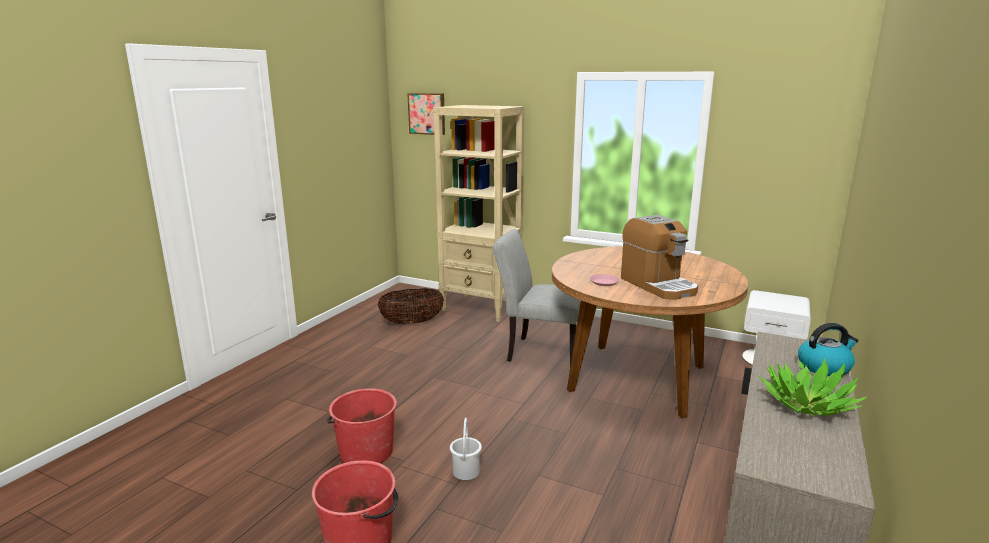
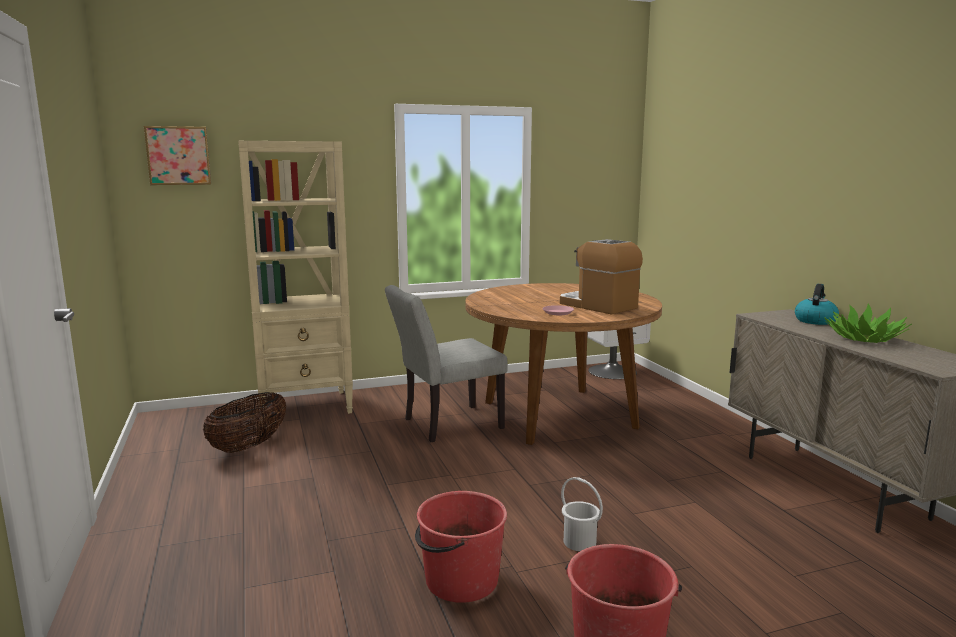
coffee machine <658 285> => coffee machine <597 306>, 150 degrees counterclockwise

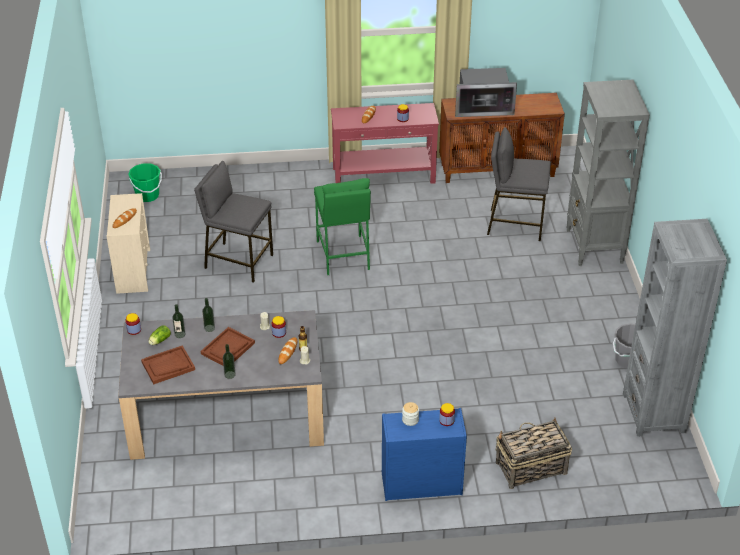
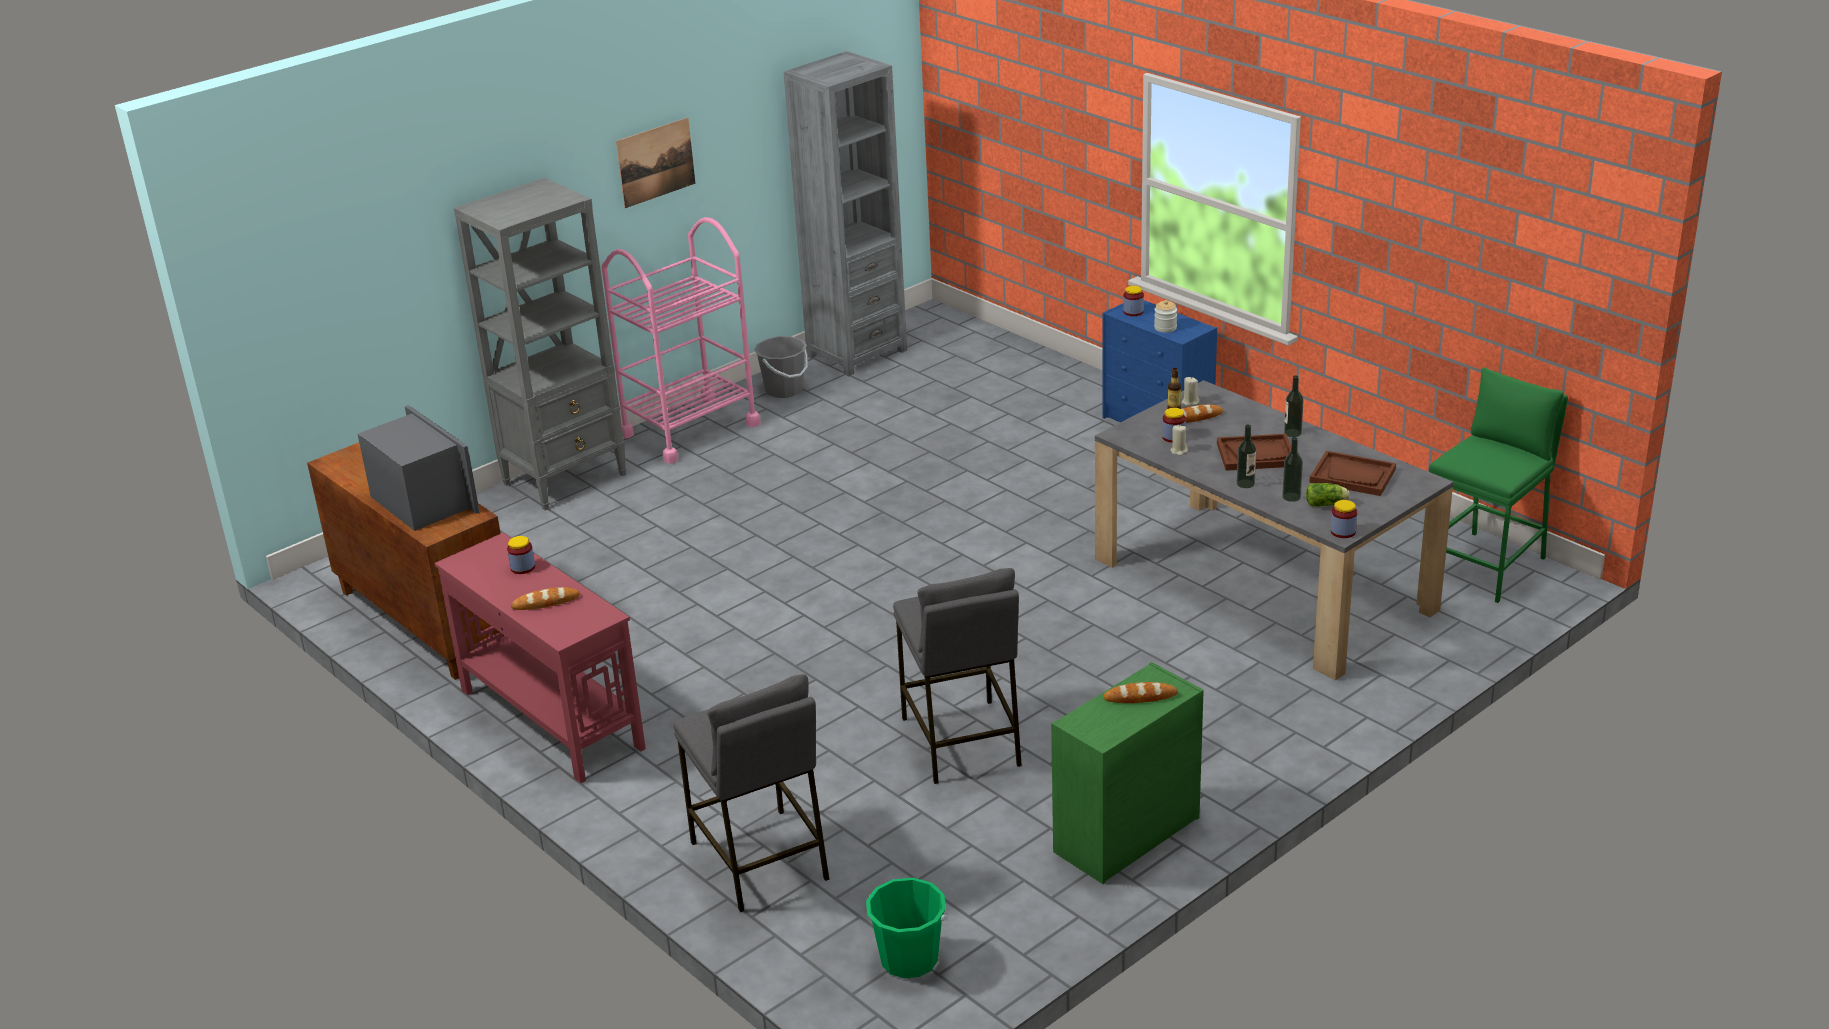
nothing => cart (pink) <690 429>
nothing => picture <656 162>
stool (grey) <515 224> => stool (grey) <759 861>, shifted
dresser (beige) <133 270> => dresser (green) <1125 836>
stool (green) <343 255> => stool (green) <1485 566>, shifted
basket <530 468> => nothing

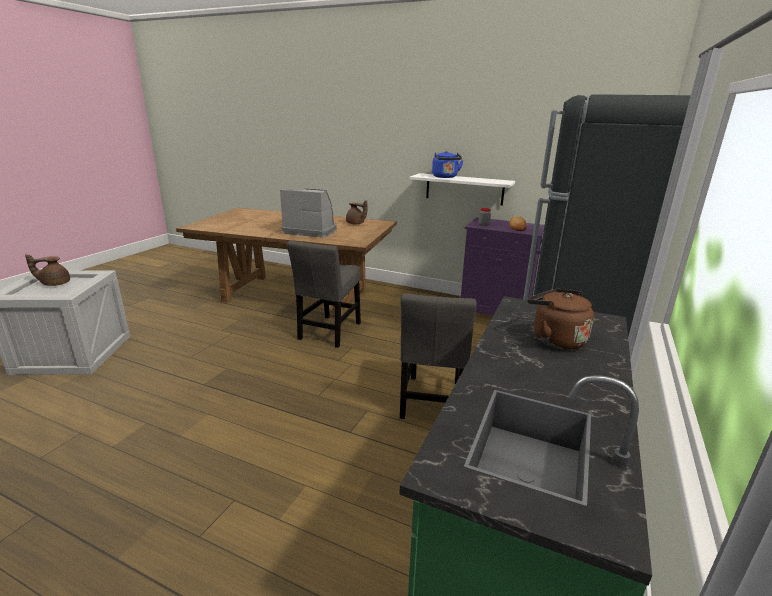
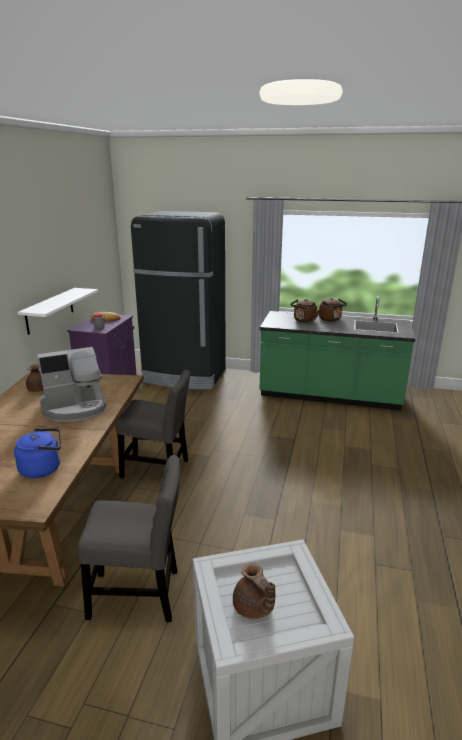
kettle (blue) <445 177> => kettle (blue) <43 468>, shifted
coffee machine <311 231> => coffee machine <75 408>, 120 degrees counterclockwise
chair (grey) <432 402> => chair (grey) <139 595>, shifted
nothing => kettle (brown) <331 319>

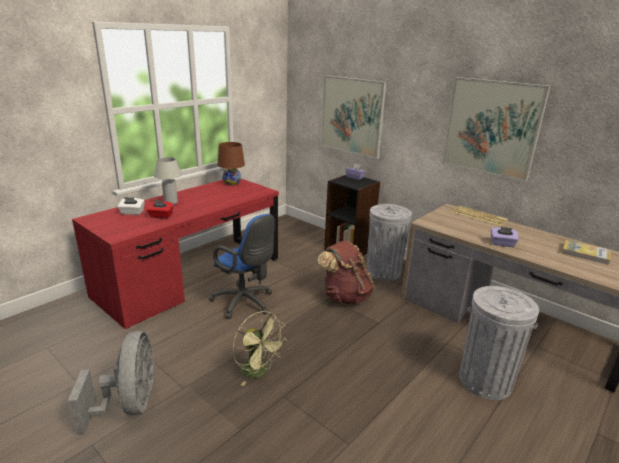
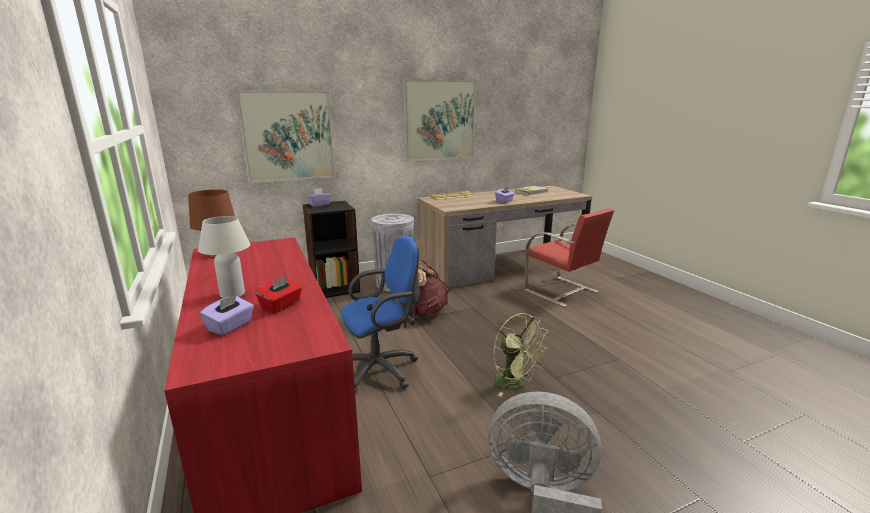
tissue box (white) <132 213> => tissue box (purple) <230 326>
fan (green) <258 372> => fan (green) <515 384>, 75 degrees clockwise
trash can (grey) <485 381> => chair (red) <562 292>

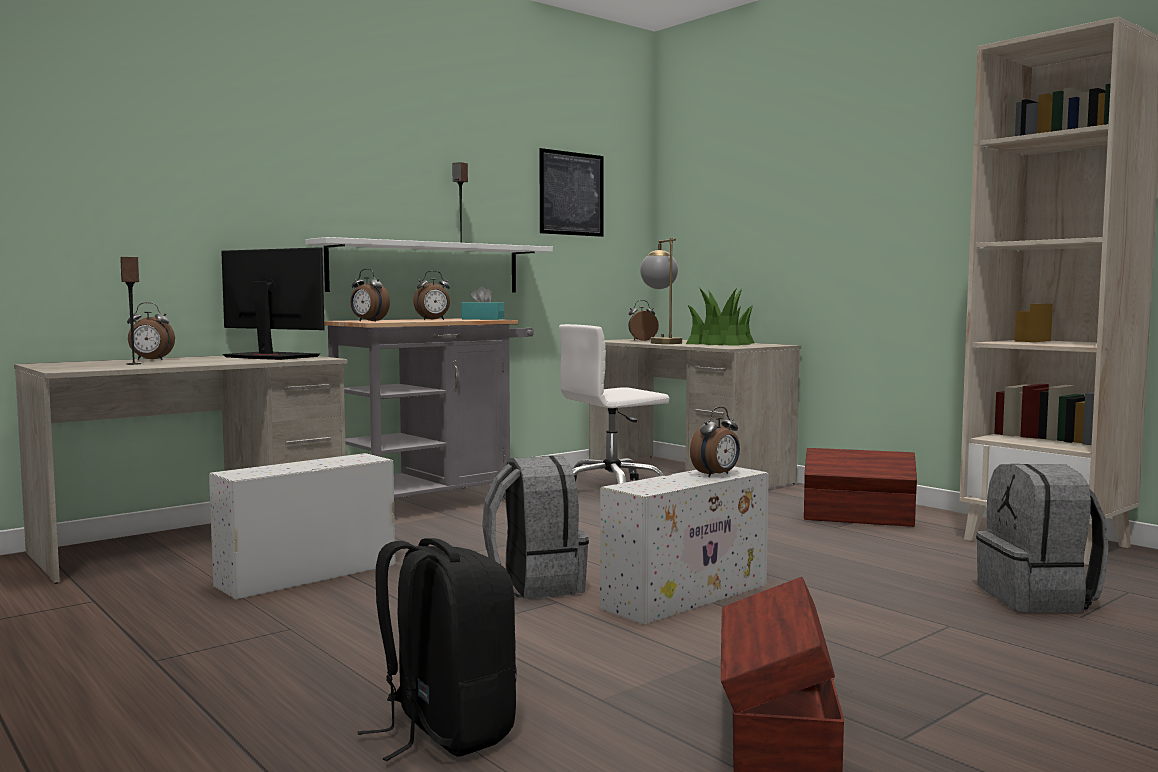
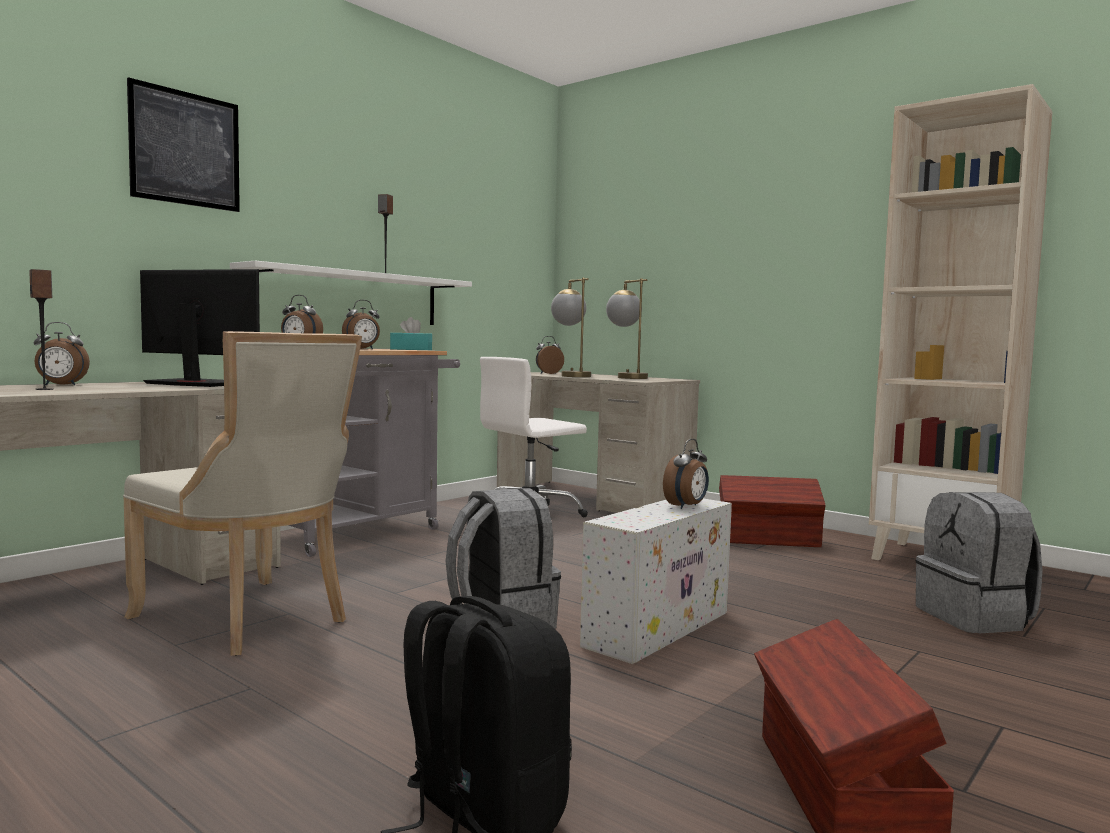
storage box (white) <305 575> => chair (beige) <249 619>
picture <571 193> => picture <185 148>, shifted
potted plant <720 343> => table lamp <626 377>

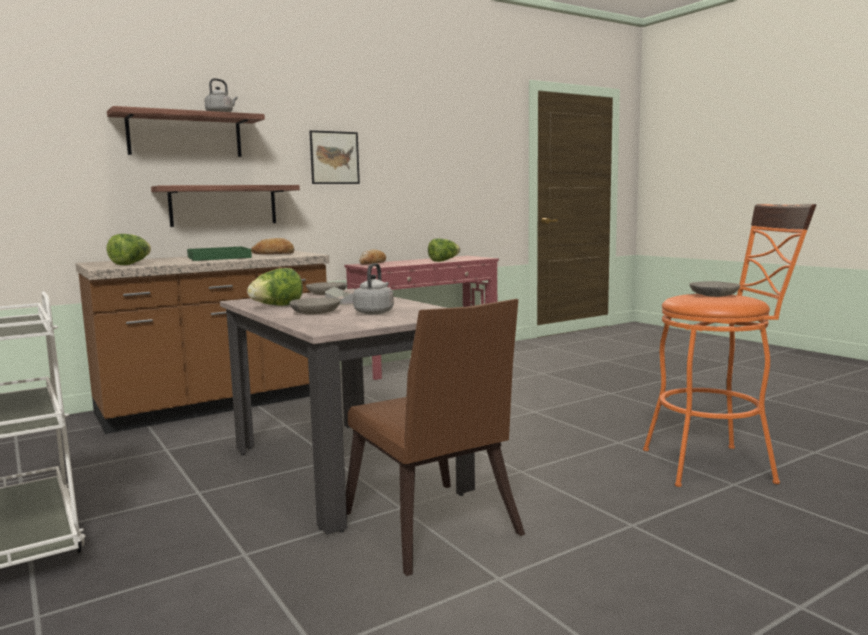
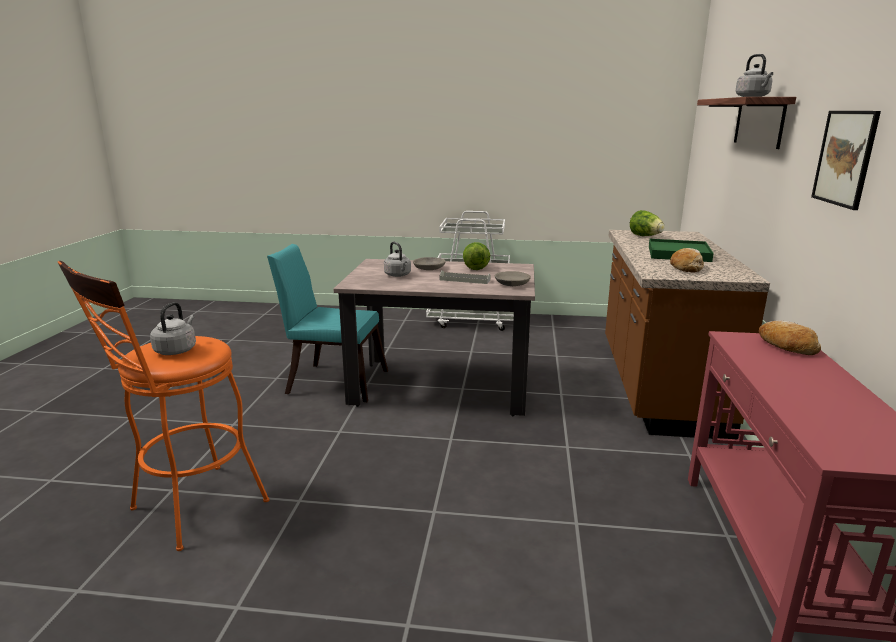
bowl (grey) <713 295> => kettle (grey) <177 350>
chair (brown) <433 530> => chair (turquoise) <332 381>
shelf <223 205> => nothing
lettuce <443 261> => nothing

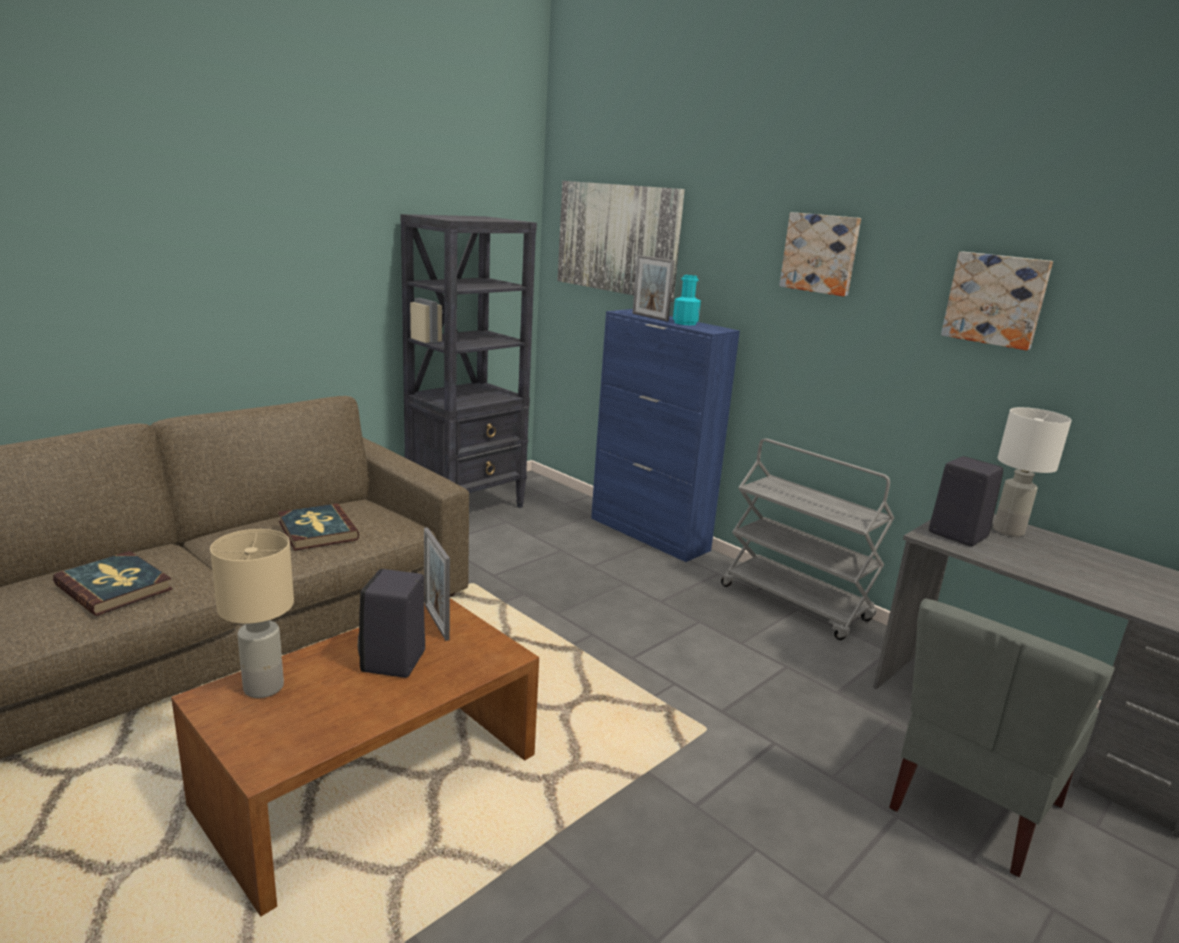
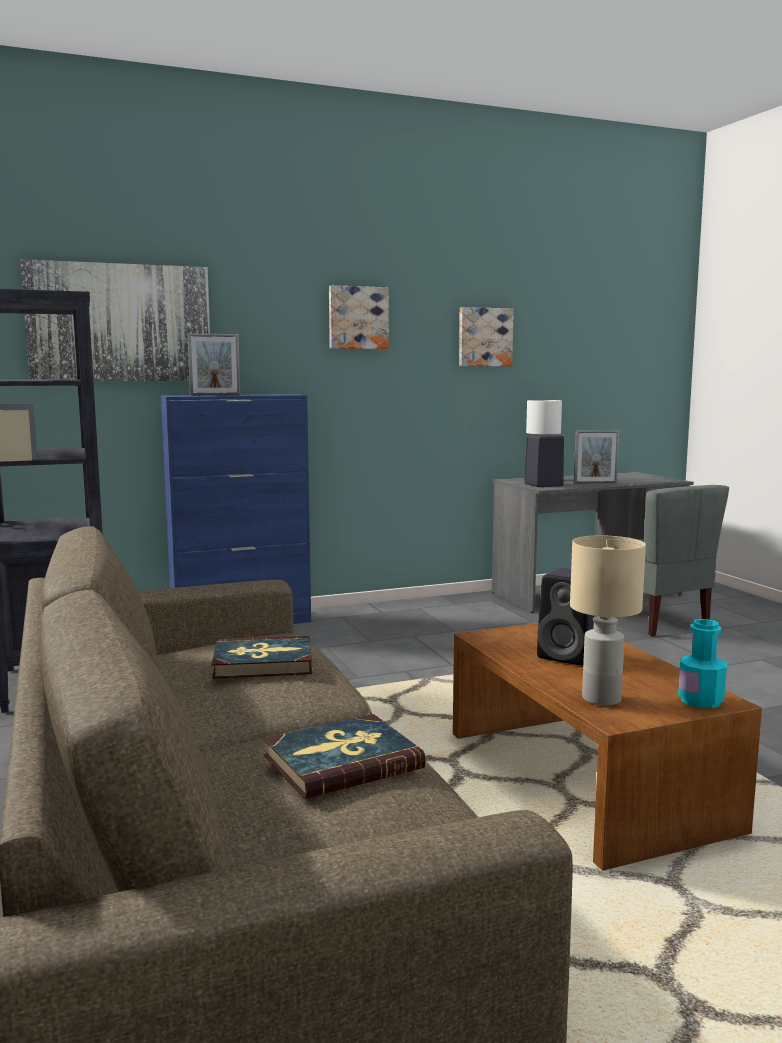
picture frame <436 622> => picture frame <595 483>, shifted
bottle (turquoise) <685 323> => bottle (turquoise) <700 701>, shifted
cart (grey) <796 603> => nothing

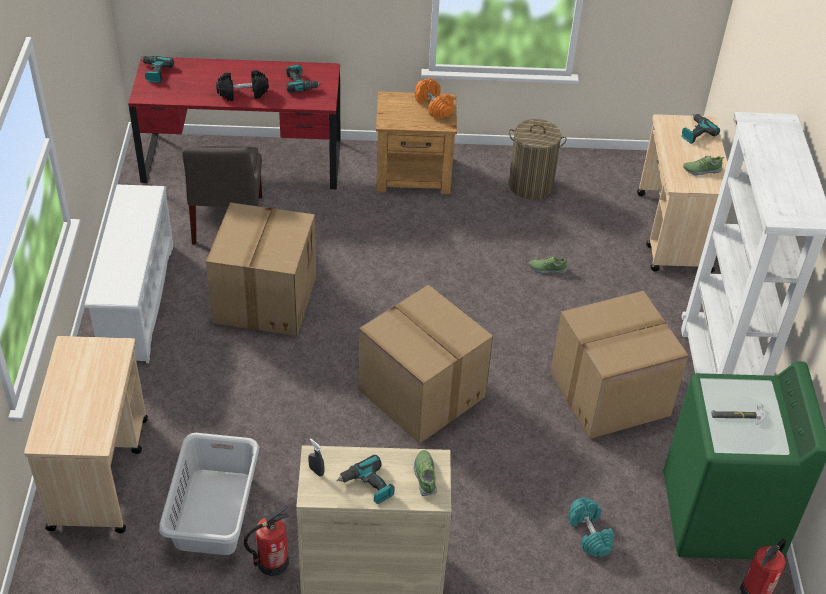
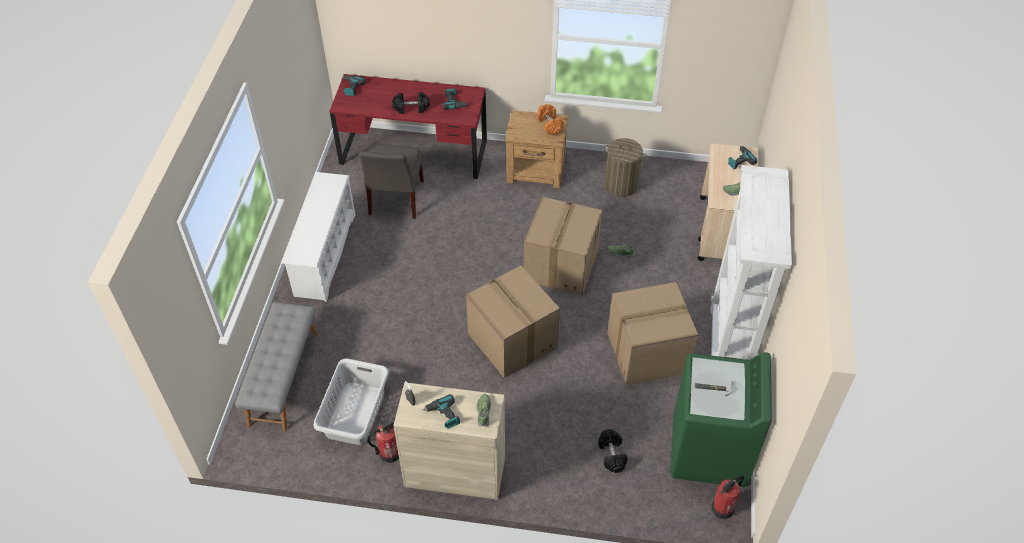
cart (beige) <100 472> => bench (grey) <283 378>
cardboard box <264 298> => cardboard box <560 264>, shifted
dumbbell (turquoise) <589 534> => dumbbell (black) <612 455>

